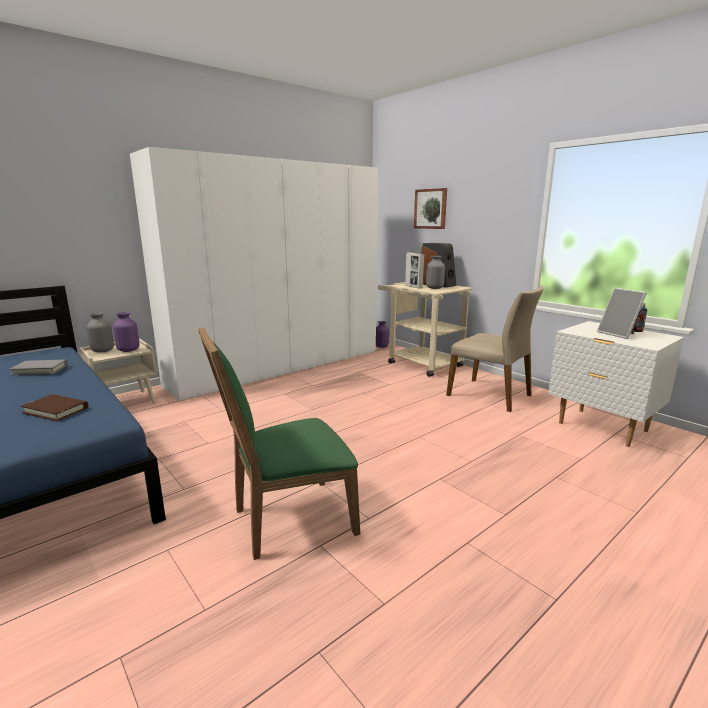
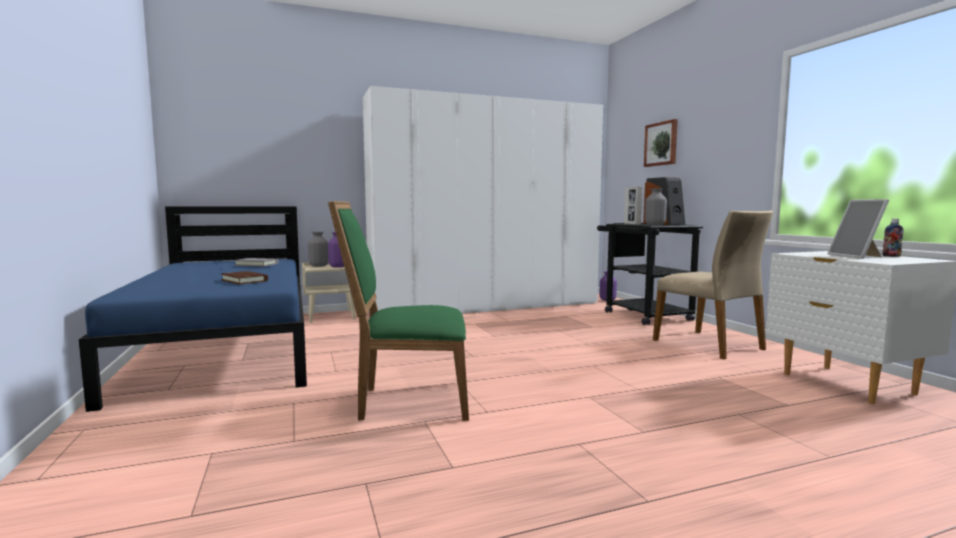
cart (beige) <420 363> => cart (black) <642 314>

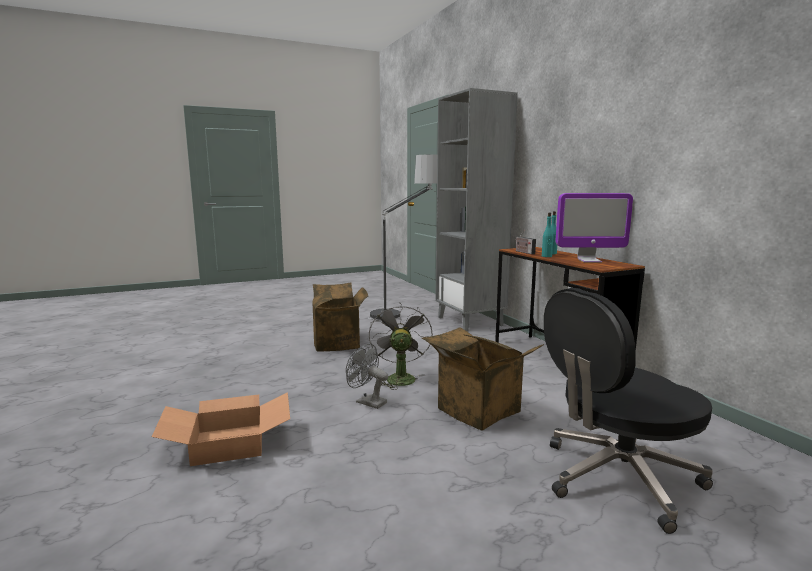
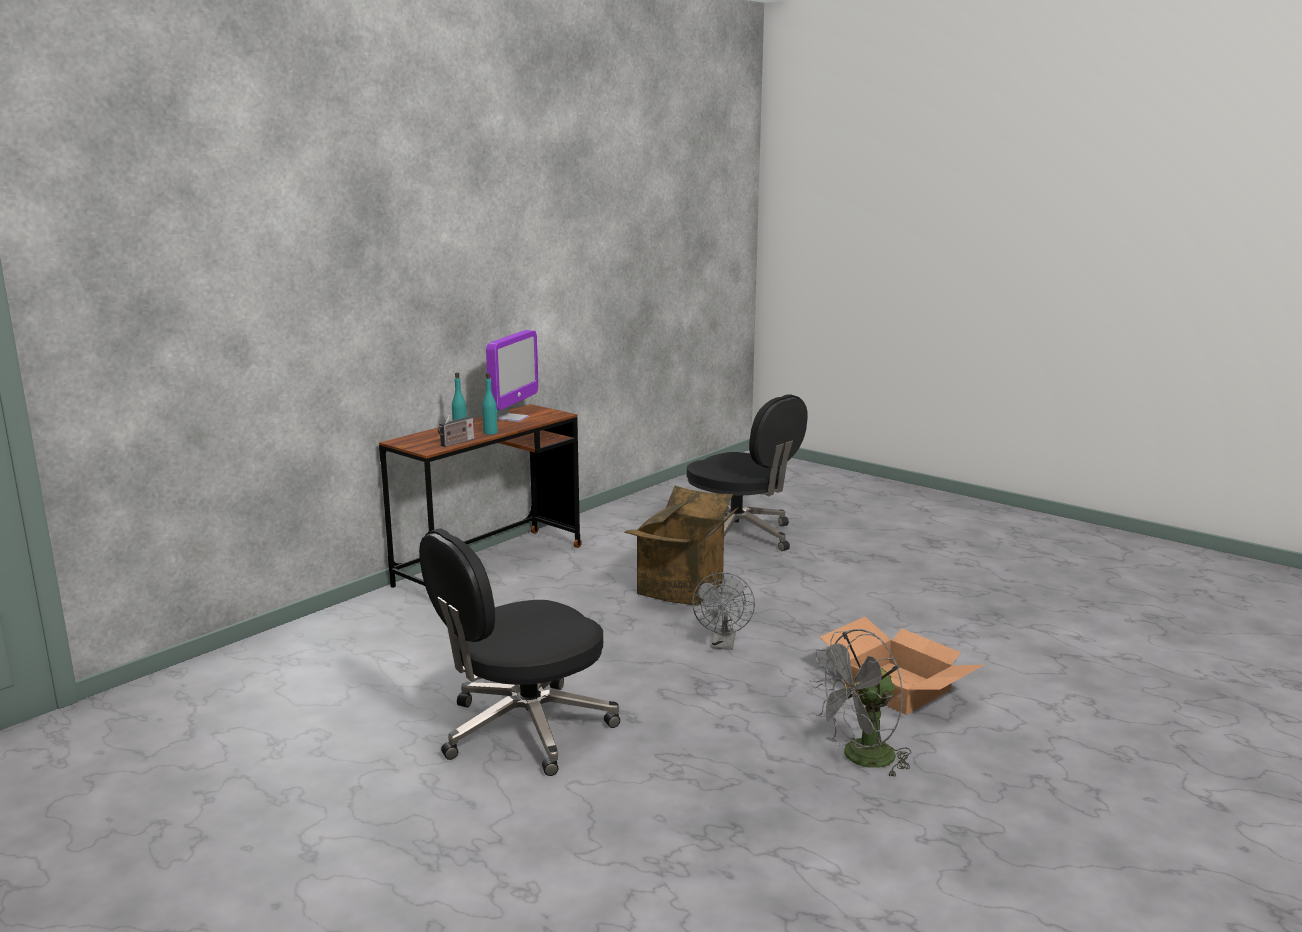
cardboard box <339 343> => office chair (black) <523 729>
monitor <589 261> => monitor <513 418>, 45 degrees clockwise
fan (grey) <399 377> => fan (grey) <861 759>, shifted
floor lamp <406 313> => nothing
bookcase (grey) <470 321> => nothing

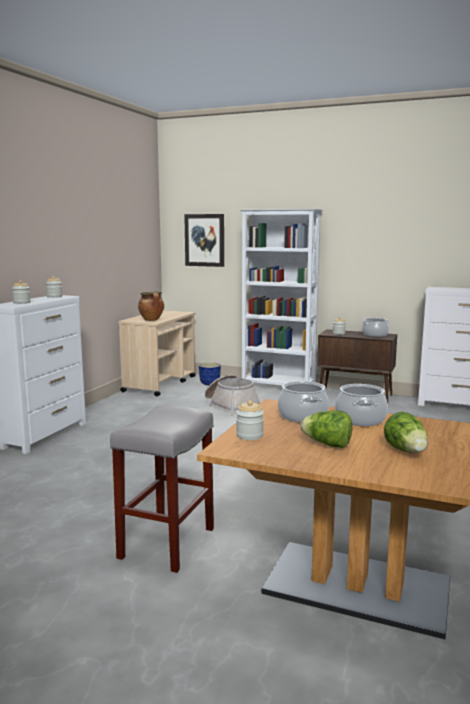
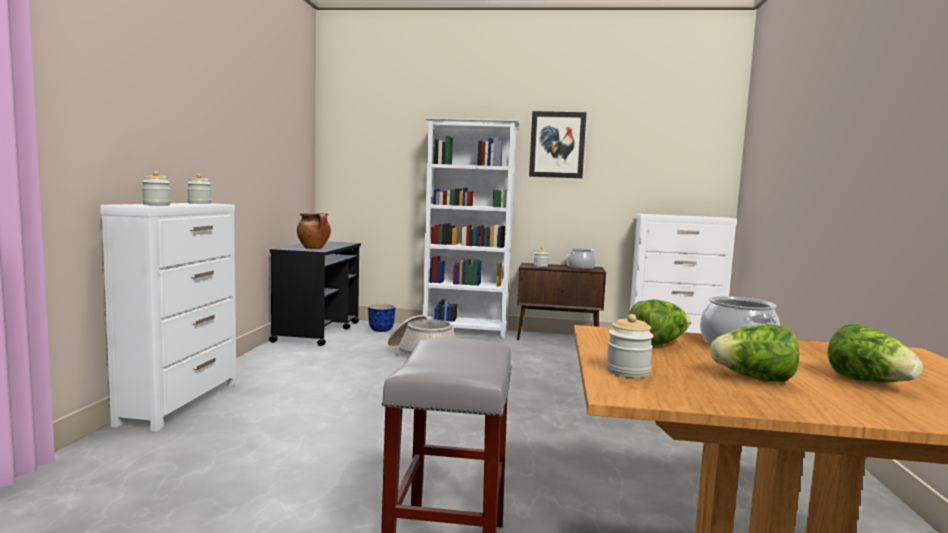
cart (beige) <160 384> => cart (black) <318 331>
picture <204 240> => picture <557 145>, shifted
cooking pot <302 416> => lettuce <657 344>

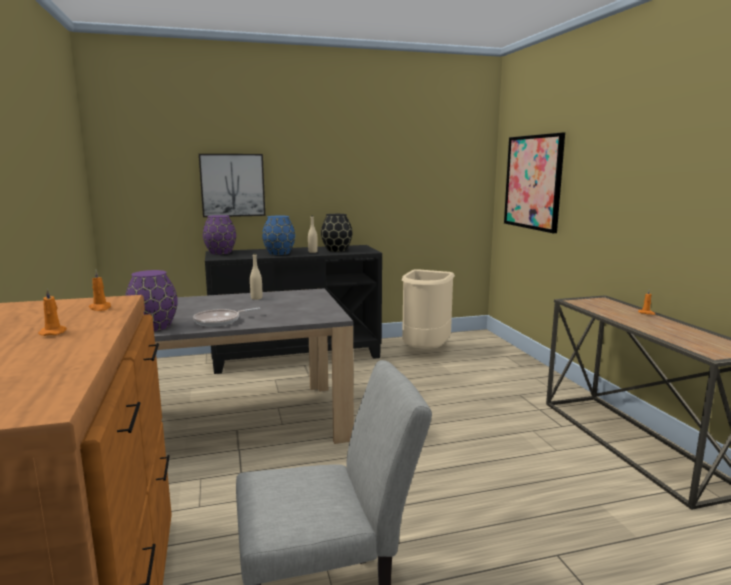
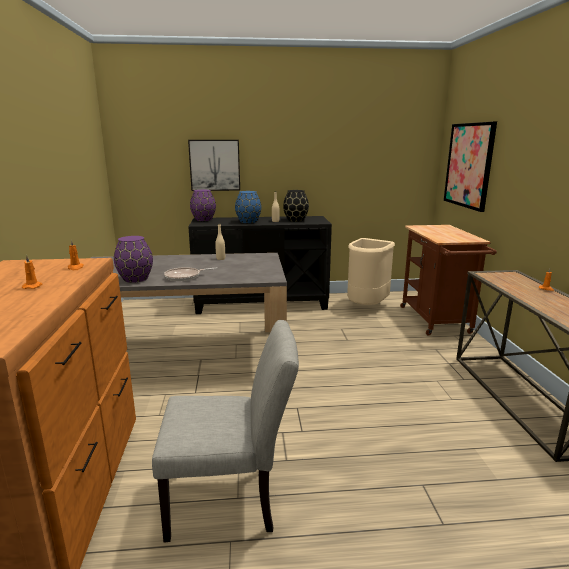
nothing => cart (brown) <437 322>

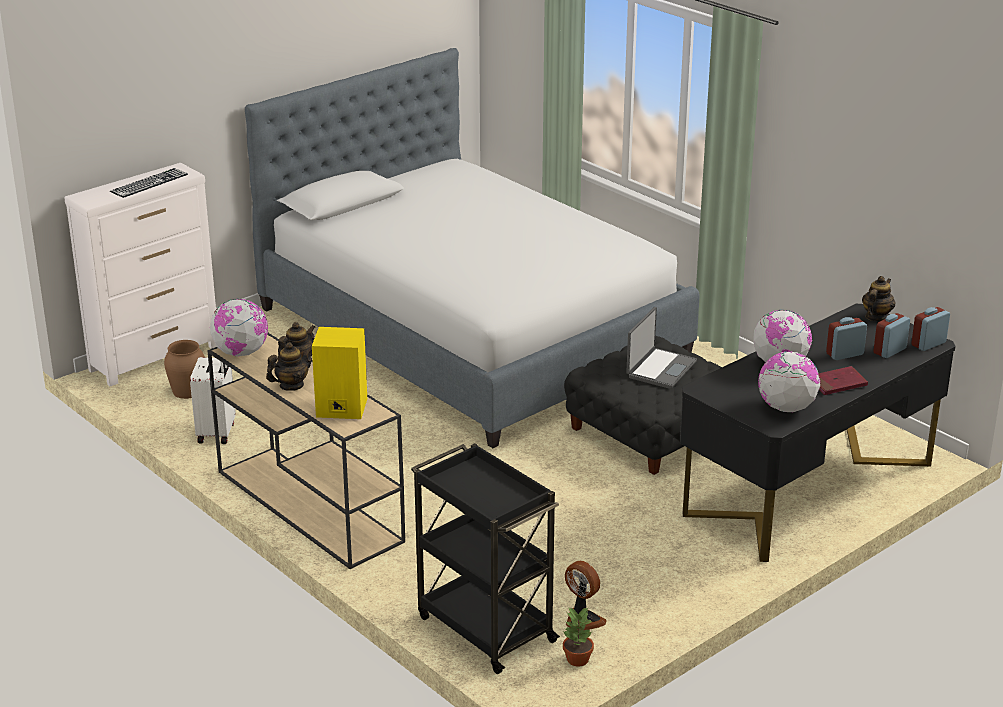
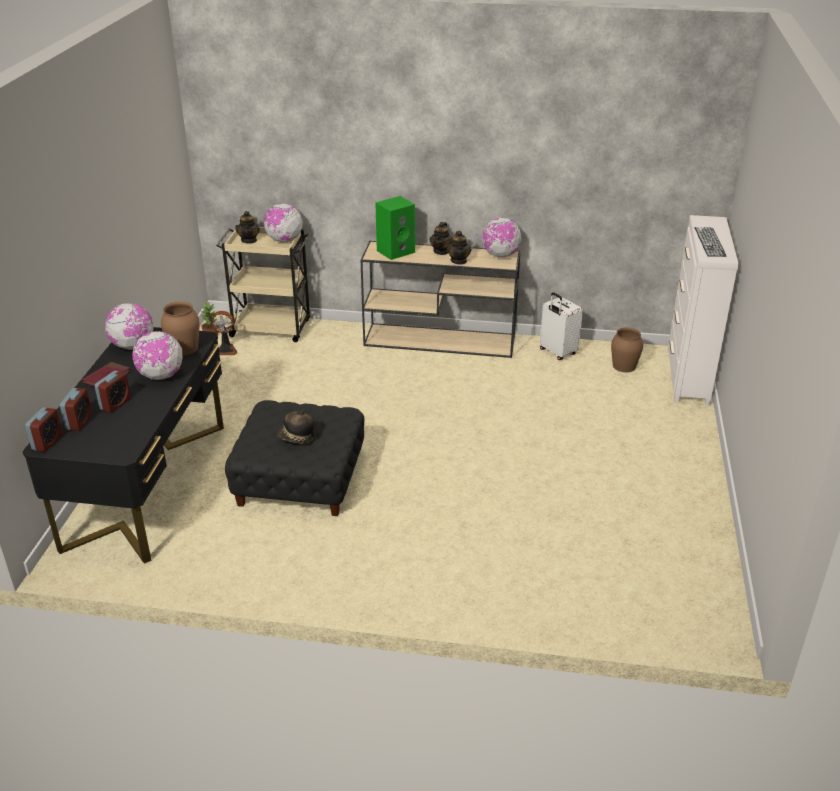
nothing => vase (brown) <183 348>
cart (black) <484 627> => cart (beige) <272 329>
teapot <876 317> => teapot <249 240>, shifted
nothing => globe <284 240>
laptop <660 369> => hat <296 439>
speaker (yellow) <340 408> => speaker (green) <396 251>
bed <471 332> => nothing

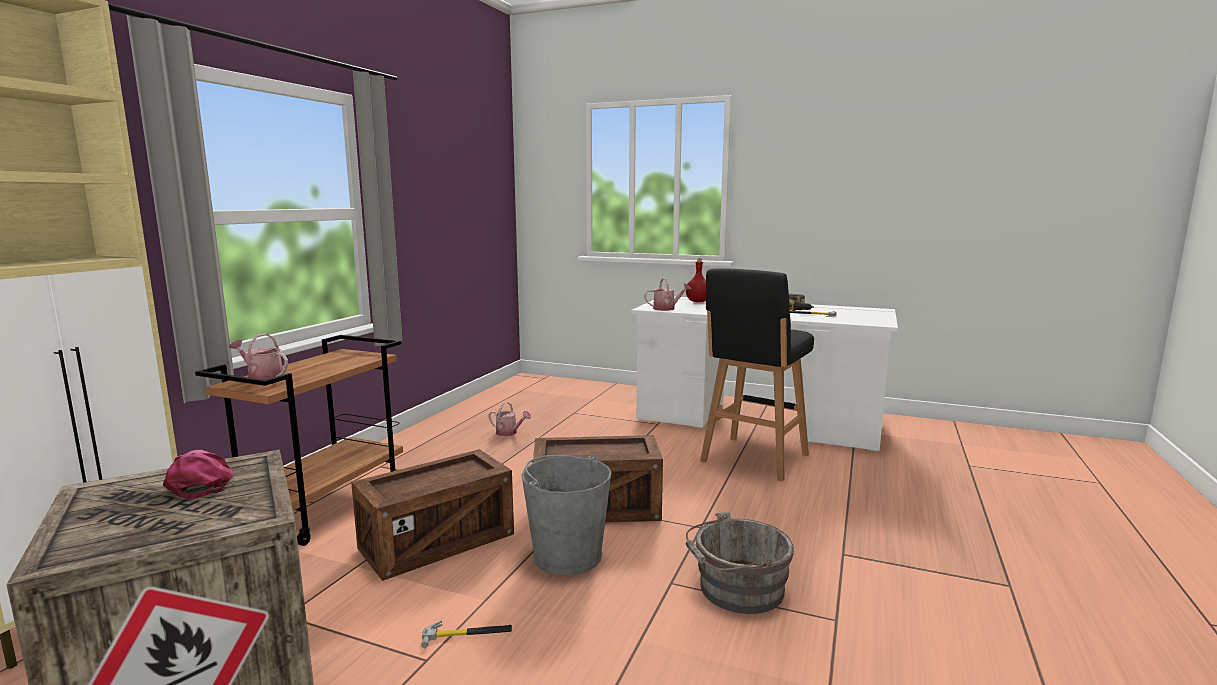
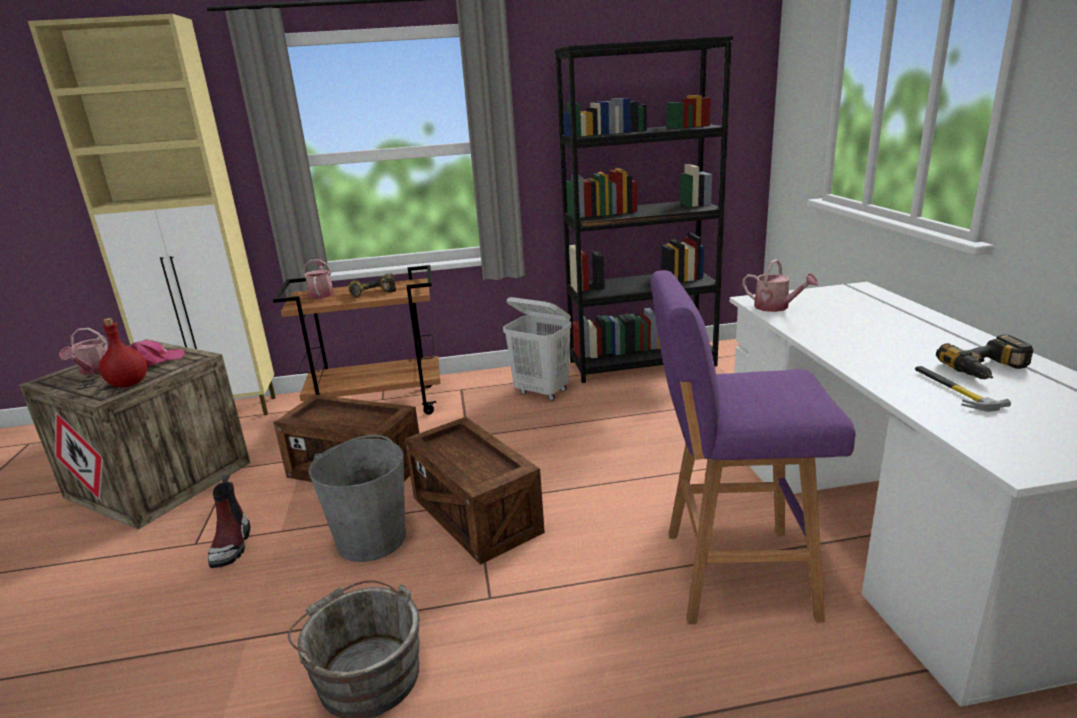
watering can <509 433> => watering can <94 370>, shifted
bottle (red) <698 302> => bottle (red) <128 384>, shifted
hammer <467 634> => boot <231 545>
nothing => power drill <373 294>
nothing => laundry basket (white) <542 392>
nothing => bookcase (black) <642 363>
stool (black) <753 459> => stool (purple) <732 574>

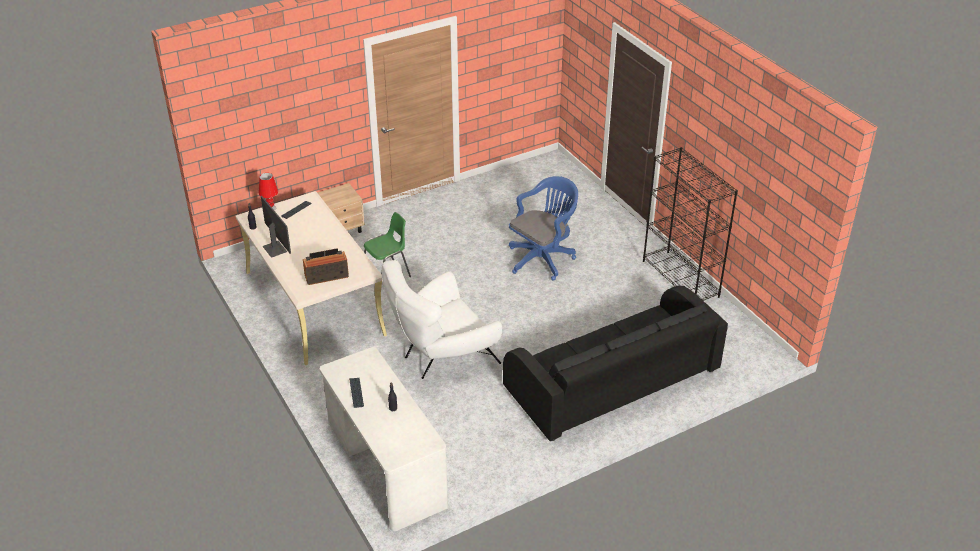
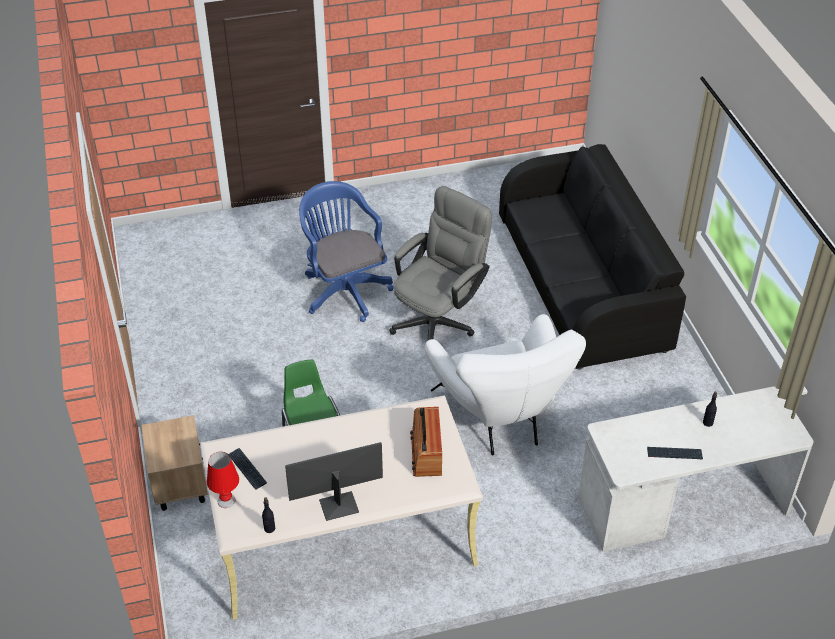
nothing => office chair (grey) <439 320>
bookcase (black) <681 279> => nothing

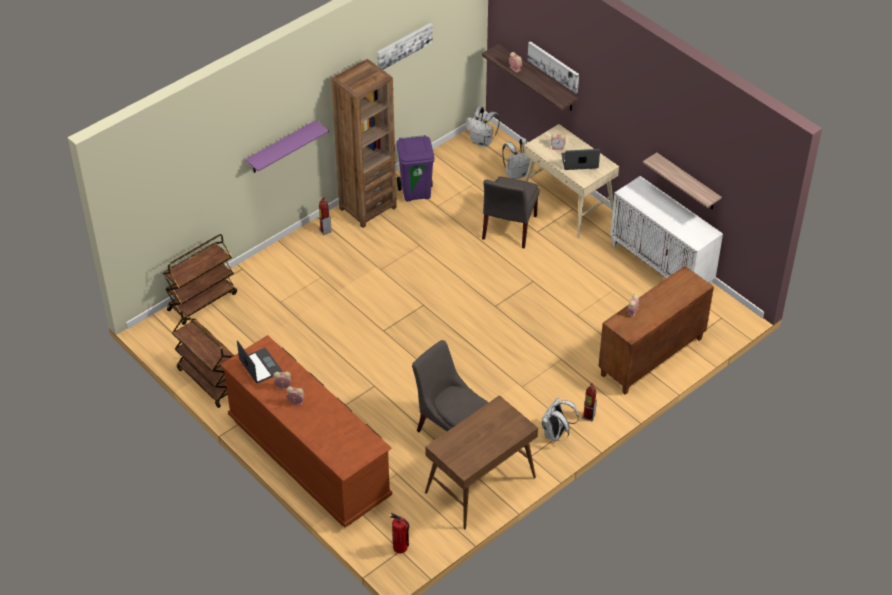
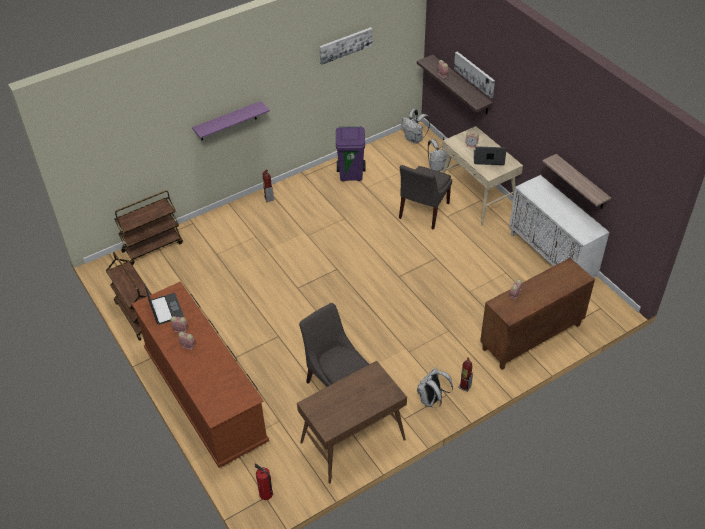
bookcase (brown) <367 208> => nothing

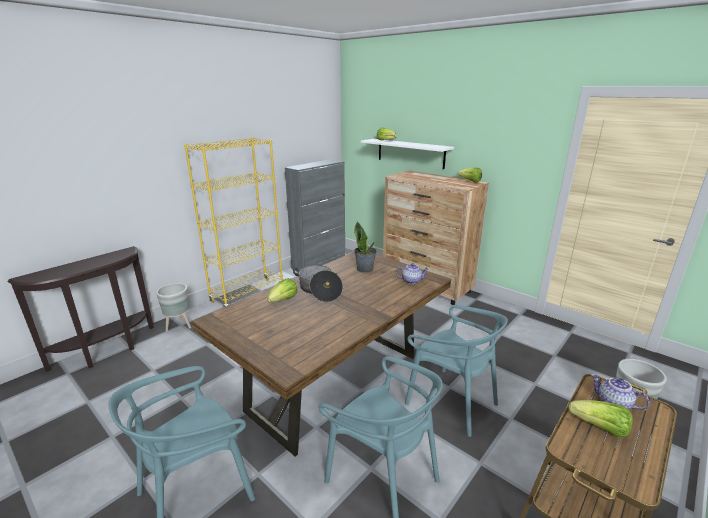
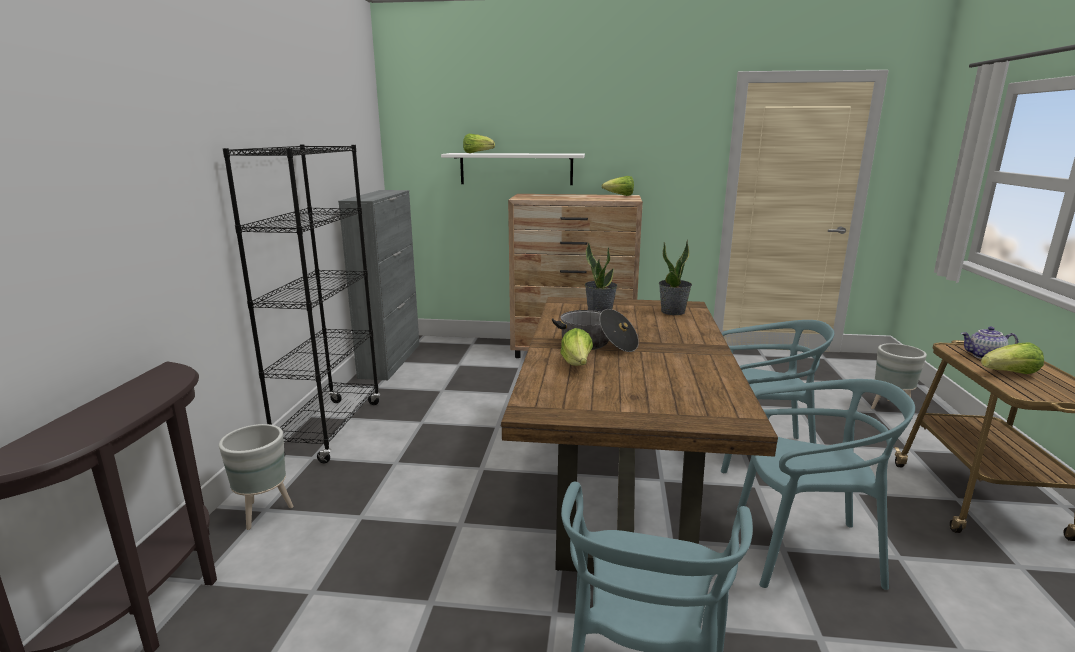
bookcase (yellow) <248 294> => bookcase (black) <331 429>
teapot <411 281> => potted plant <673 312>

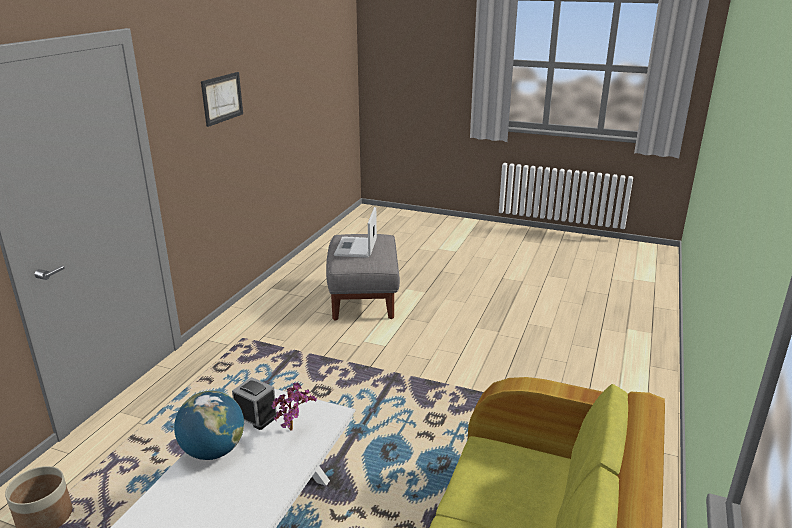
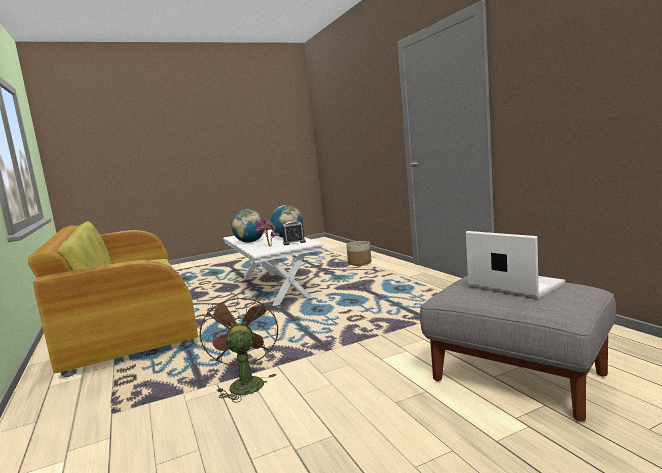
nothing => fan (brown) <245 383>
nothing => globe <250 242>
picture <222 98> => nothing

